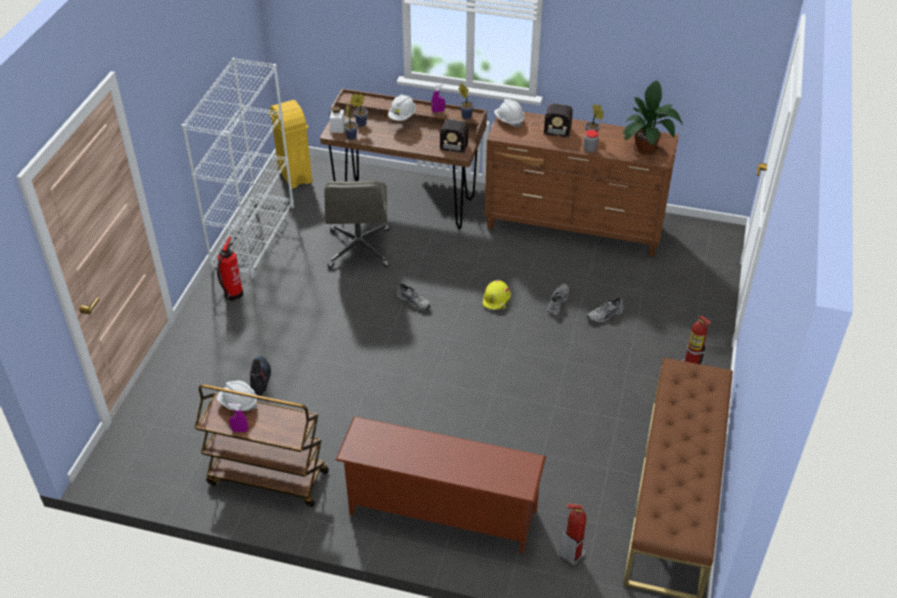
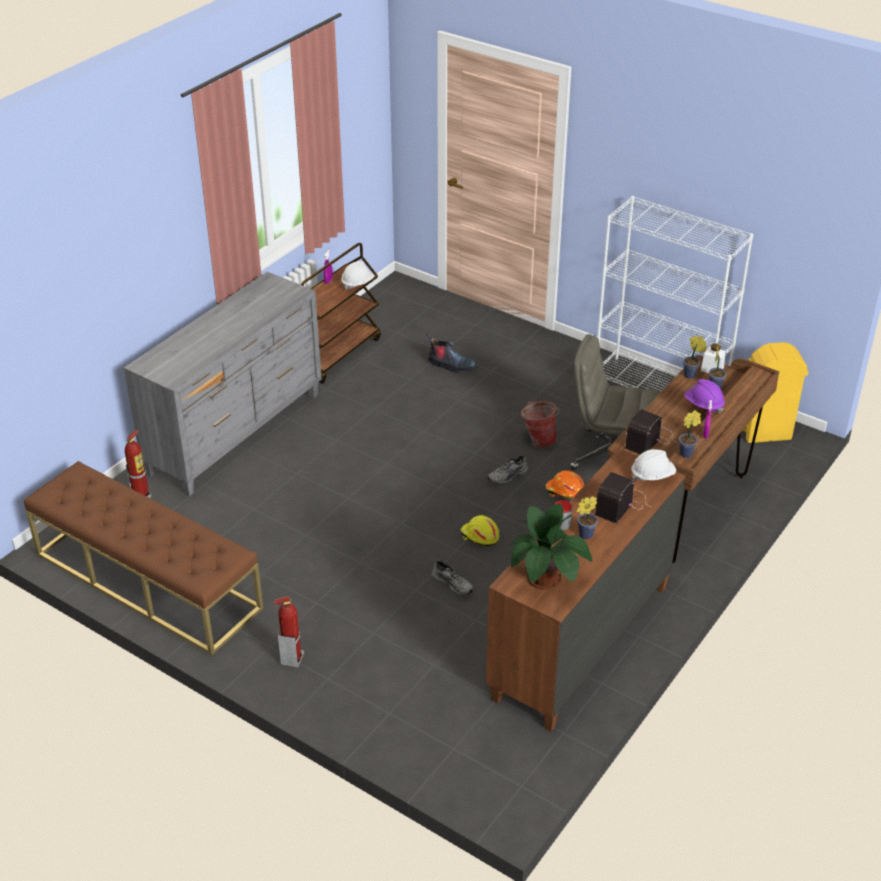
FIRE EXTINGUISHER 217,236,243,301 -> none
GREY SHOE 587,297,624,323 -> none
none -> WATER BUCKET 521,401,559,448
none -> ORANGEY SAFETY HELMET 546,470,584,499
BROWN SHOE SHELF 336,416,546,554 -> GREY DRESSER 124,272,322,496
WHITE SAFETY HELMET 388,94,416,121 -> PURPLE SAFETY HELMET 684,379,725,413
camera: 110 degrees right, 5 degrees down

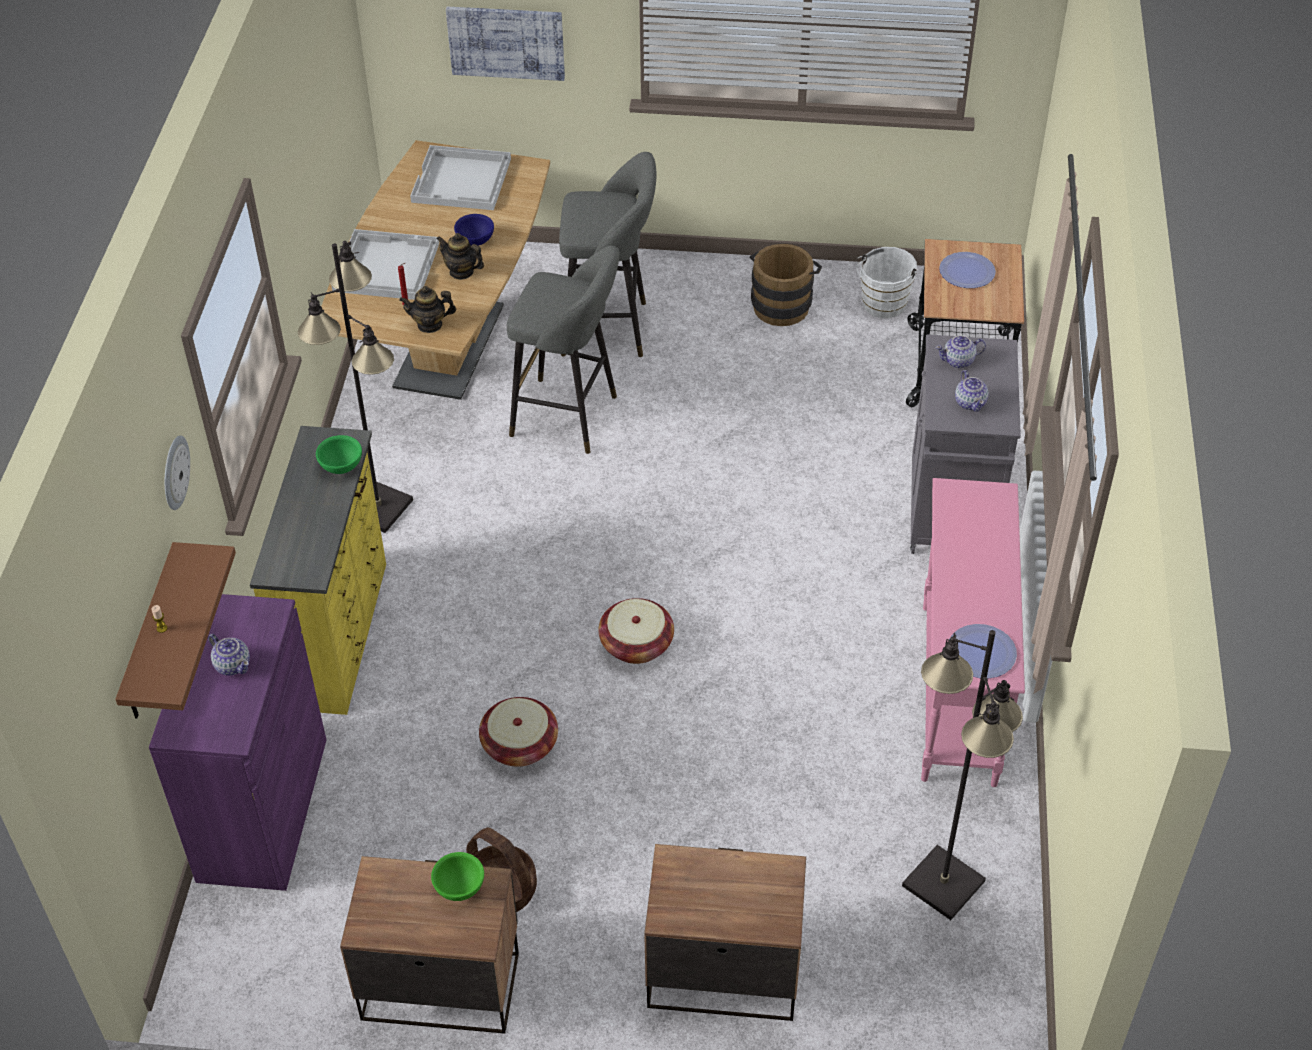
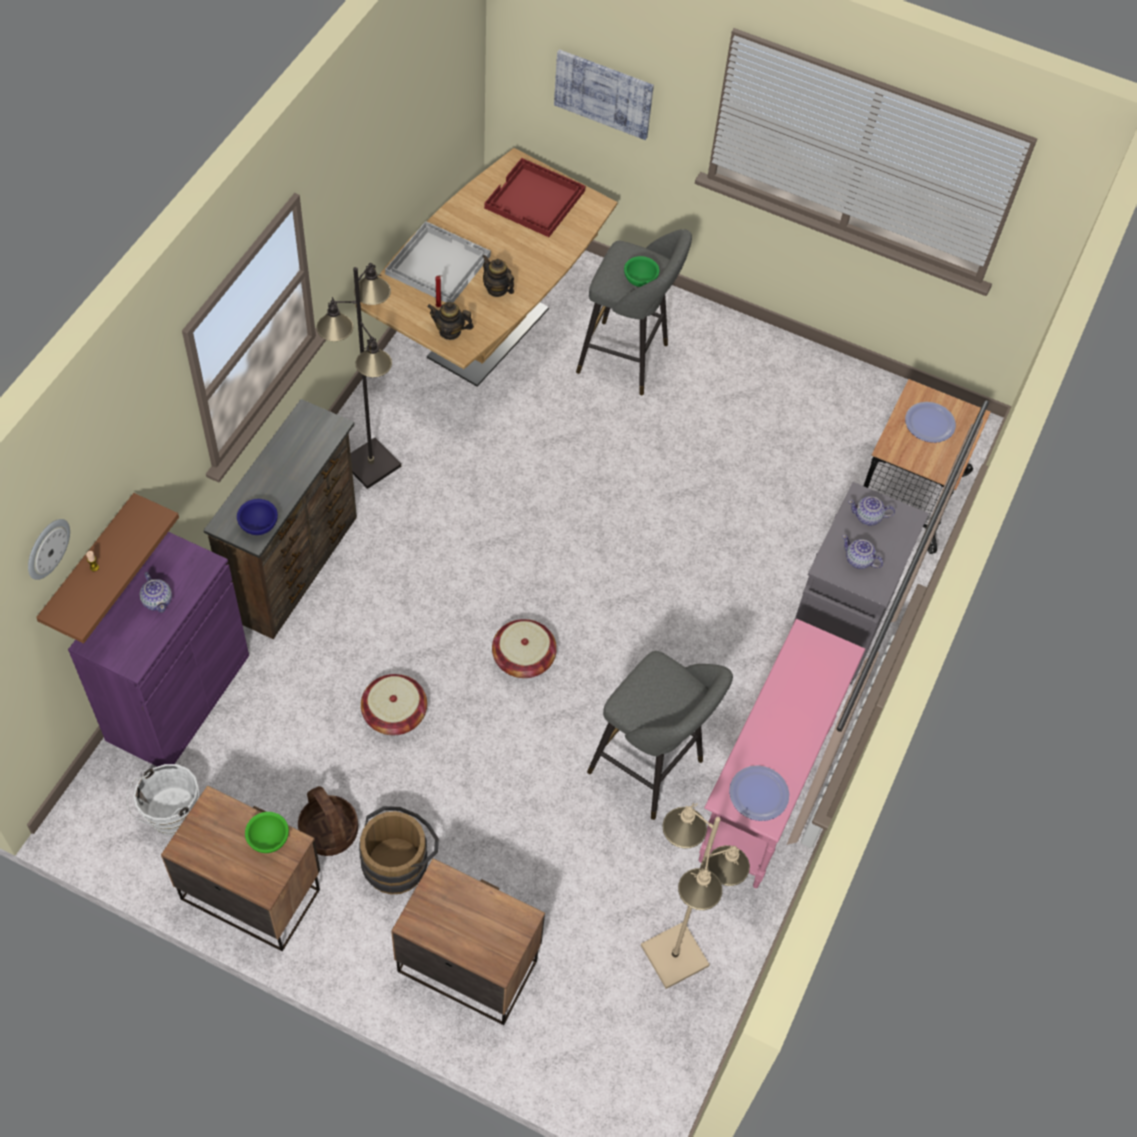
CLOCK ON THE WALL 165,435,190,510 -> CLOCK ON THE WALL 28,519,70,580, moved
GREENISH BOWL 316,435,362,474 -> GREENISH BOWL 624,256,659,287, moved
BLUE-COLOURED BOWL 454,214,494,246 -> BLUE-COLOURED BOWL 237,499,278,535, moved
GREY STOOL 507,245,620,454 -> GREY STOOL 587,651,733,820, moved
BROWN WATER BUCKET 750,244,822,326 -> BROWN WATER BUCKET 359,806,439,894, moved
WHITE WATER BUCKET 856,247,917,318 -> WHITE WATER BUCKET 126,764,199,836, moved
YELLOWISH DRESSER 250,426,386,715 -> BROWN DRESSER 204,399,357,639
WHITE CARRYING TRAY 410,145,511,210 -> RED-COLOURED CARRYING TRAY 484,158,585,237
BLACK STANDING LAMP 902,630,1023,920 -> BEIGE-COLOURED STANDING LAMP 641,803,750,989
POT FOR TEA 955,370,989,412 -> POT FOR TEA 842,535,883,569, 120 degrees clockwise
camera: 15 degrees right, 10 degrees up

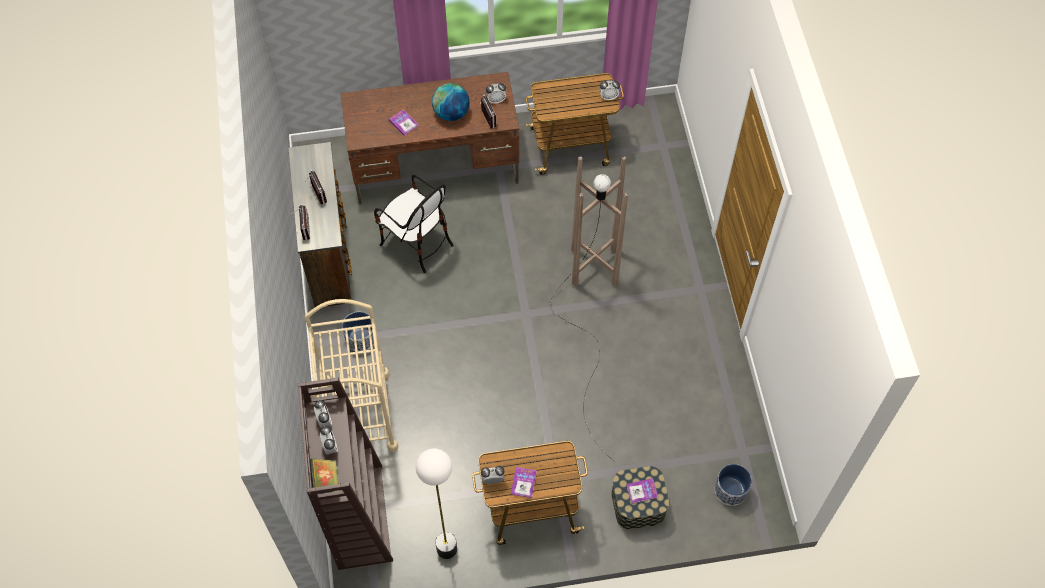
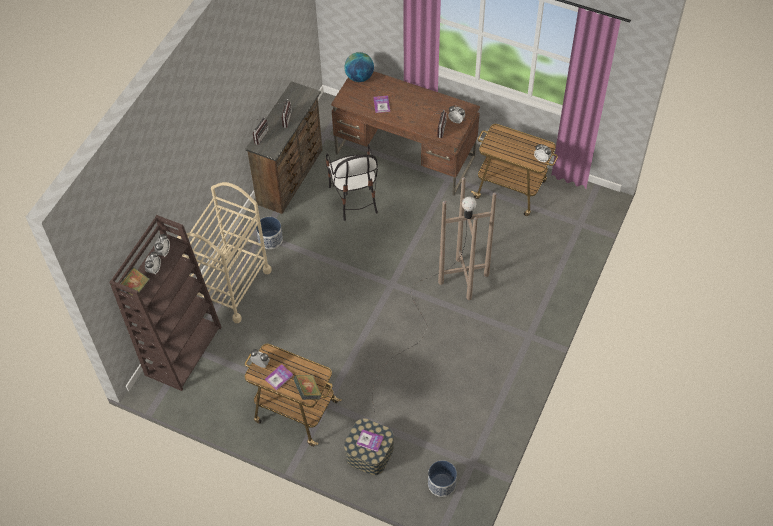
STANDING LAMP 416,448,457,559 -> none
none -> VOLUME 293,375,322,400
WORLD GLOBE 432,83,469,121 -> WORLD GLOBE 344,52,374,82, moved
camera: 35 degrees right, 5 degrees down

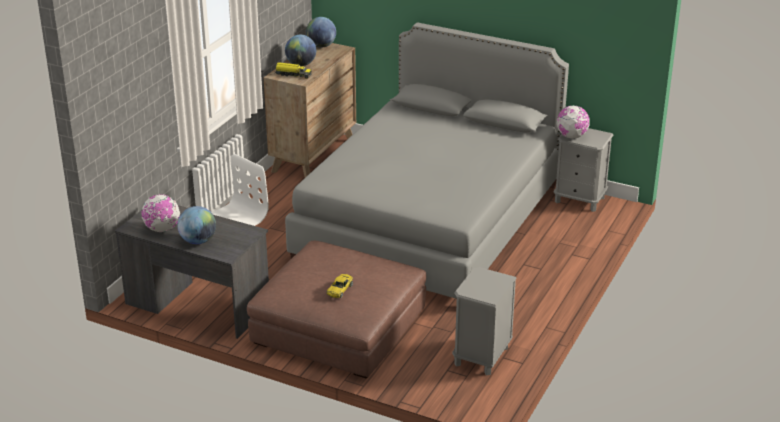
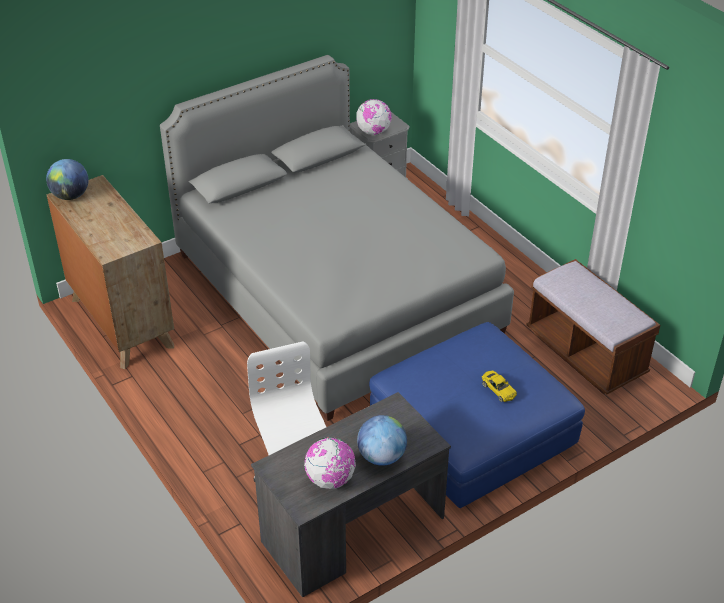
MODEL TRUCK 275,62,312,79 -> none
WORLD GLOBE 285,35,316,66 -> none
GREY NIGHTSTAND 452,267,516,376 -> BROWN LONG SEAT 527,259,660,394
BROWN POUFFE 247,241,426,379 -> BLUE-COLOURED POUFFE 369,322,585,508
camera: 60 degrees left, 10 degrees up

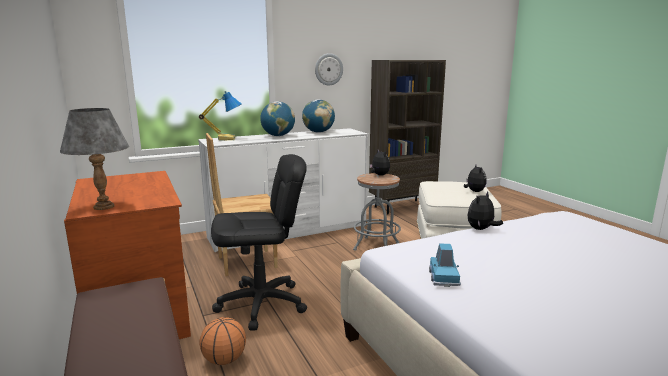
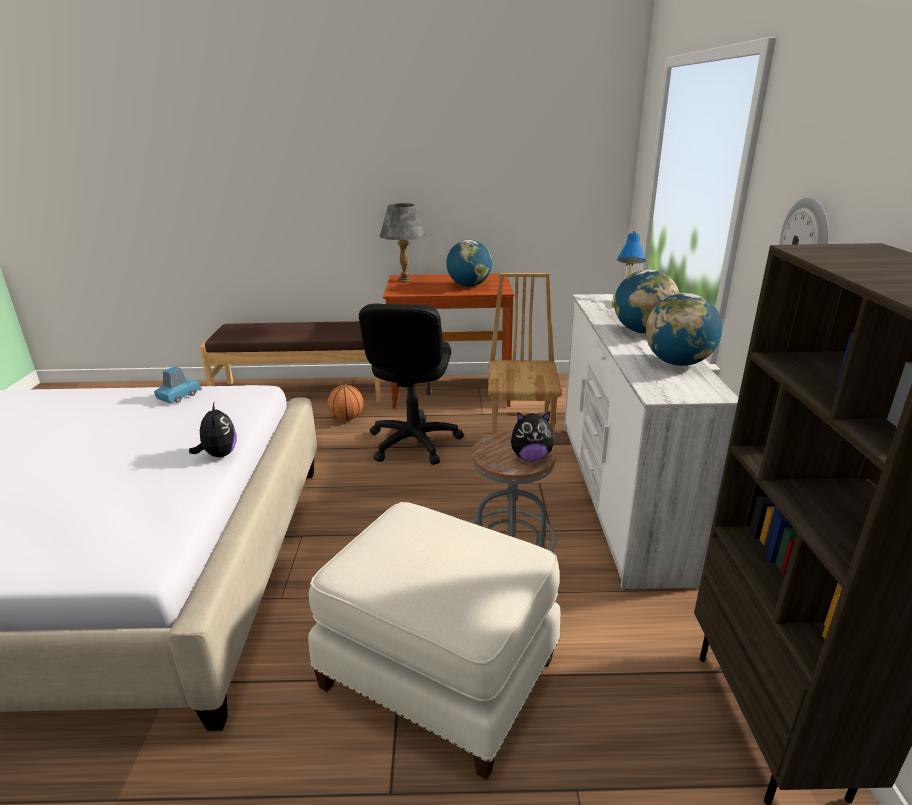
CUDDLY TOY 464,164,487,192 -> none
none -> WORLD GLOBE 446,240,492,287
BLUE-COLOURED MODEL CAR 429,243,461,287 -> BLUE-COLOURED MODEL CAR 154,366,202,403, 90 degrees clockwise
camera: 115 degrees right, 10 degrees up

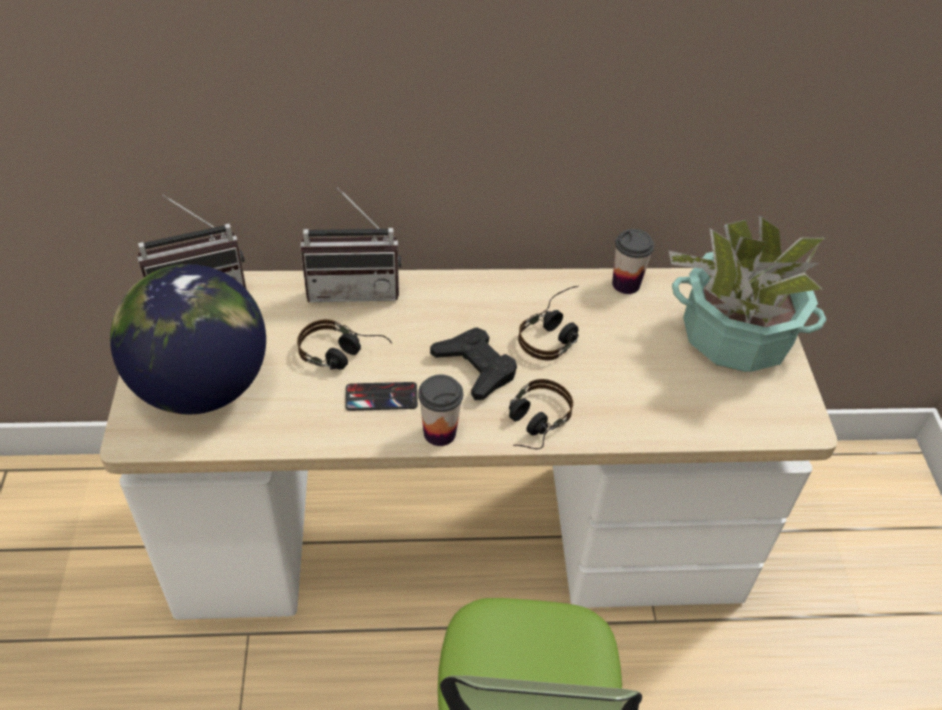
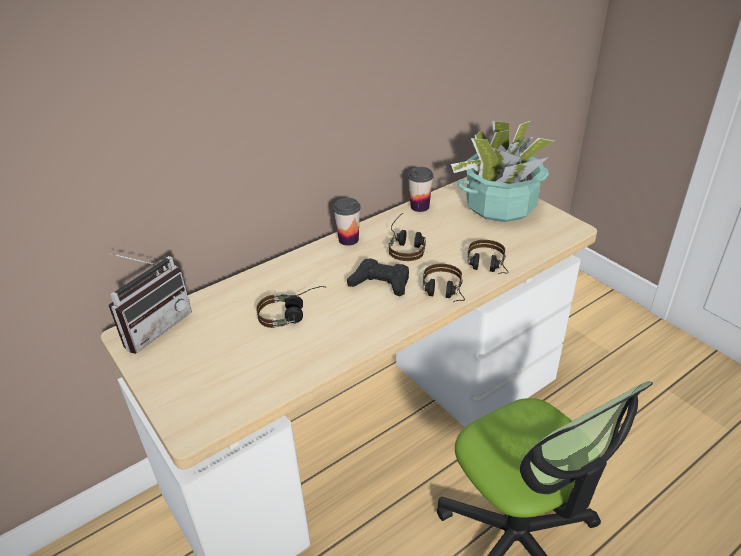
WORLD GLOBE 110,264,266,415 -> none
RADIO RECEIVER 300,188,401,302 -> none
TELEPHONE 345,382,418,411 -> none
none -> HEADPHONES 468,240,509,274
SMALL CUP 418,375,463,446 -> SMALL CUP 333,198,361,246, moved
camera: 30 degrees left, 10 degrees down

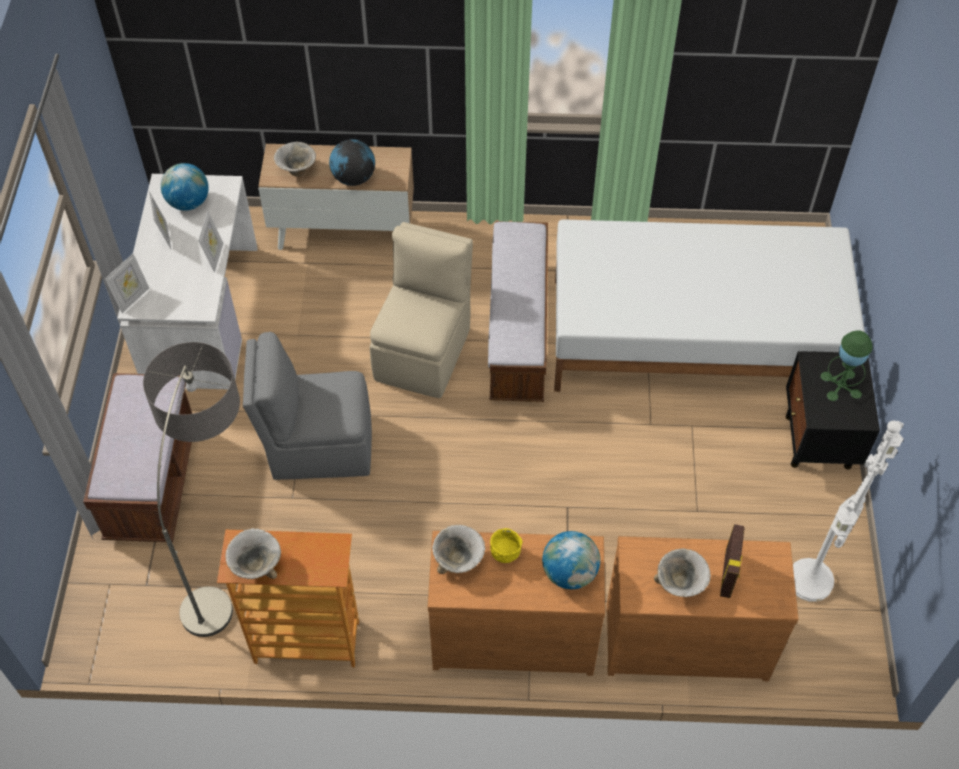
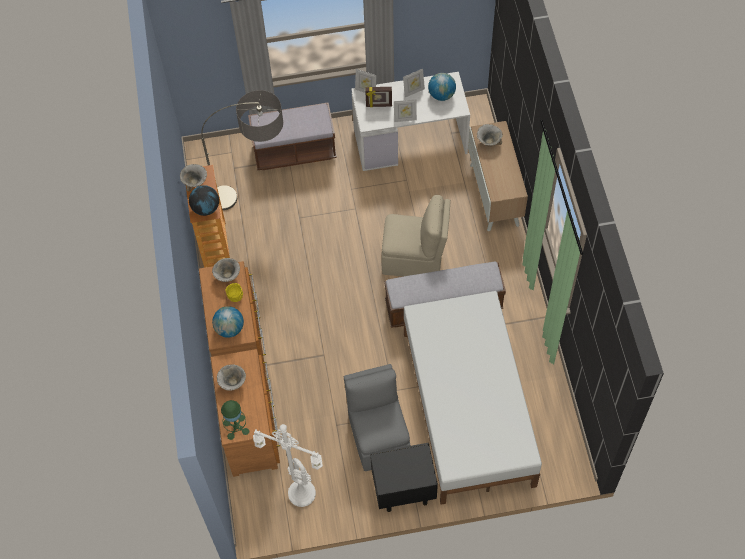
GREY UPRIGHT CHAIR 243,332,372,480 -> GREY UPRIGHT CHAIR 344,364,411,471, moved
WORLD GLOBE 329,139,375,186 -> WORLD GLOBE 189,185,219,216, moved
PICTURE FRAME 720,524,744,598 -> PICTURE FRAME 365,87,392,107, moved
GREENISH TABLETOP LAMP 821,330,873,401 -> GREENISH TABLETOP LAMP 221,400,249,440, moved
camera: 80 degrees right, 5 degrees up

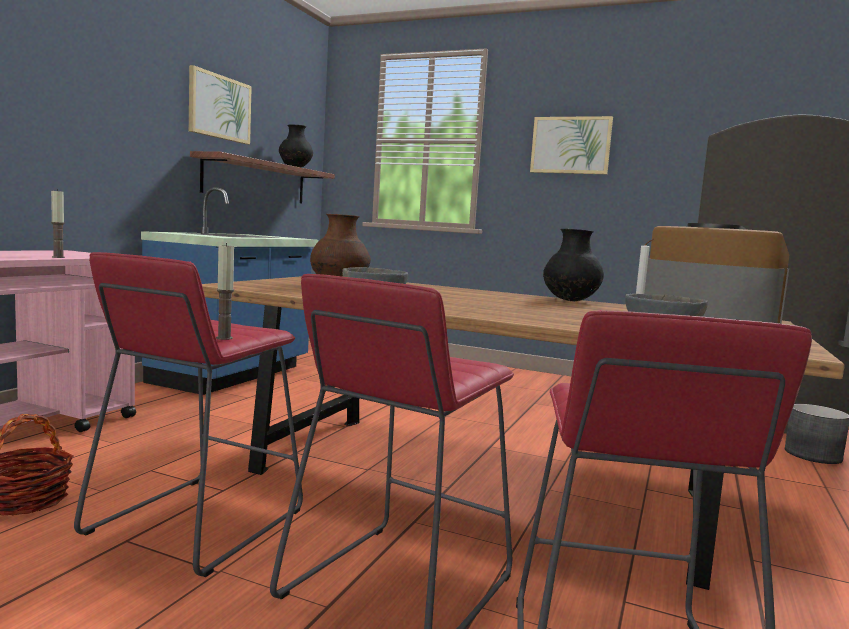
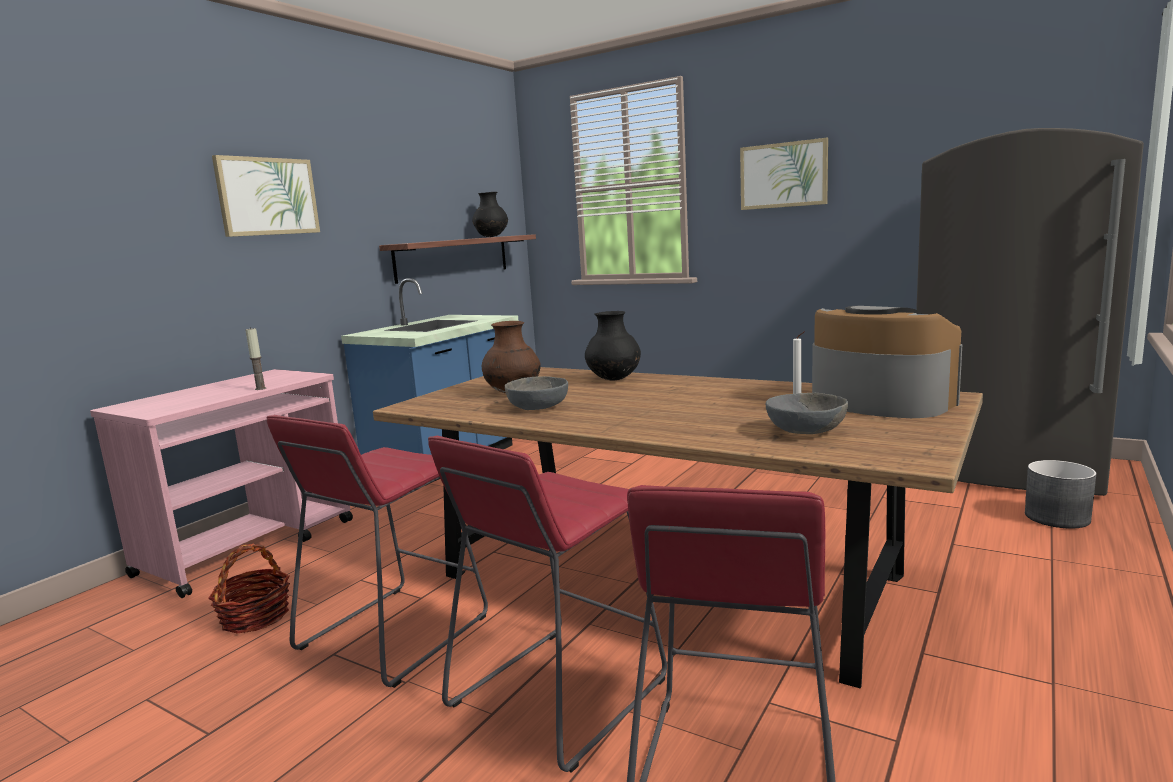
WAX LIGHT 216,243,234,340 -> none
WALL PICTURE 189,65,252,144 -> WALL PICTURE 212,155,320,237, moved
BLACK VASE 543,229,604,301 -> BLACK VASE 585,311,641,381, moved
camera: 10 degrees right, 5 degrees up

